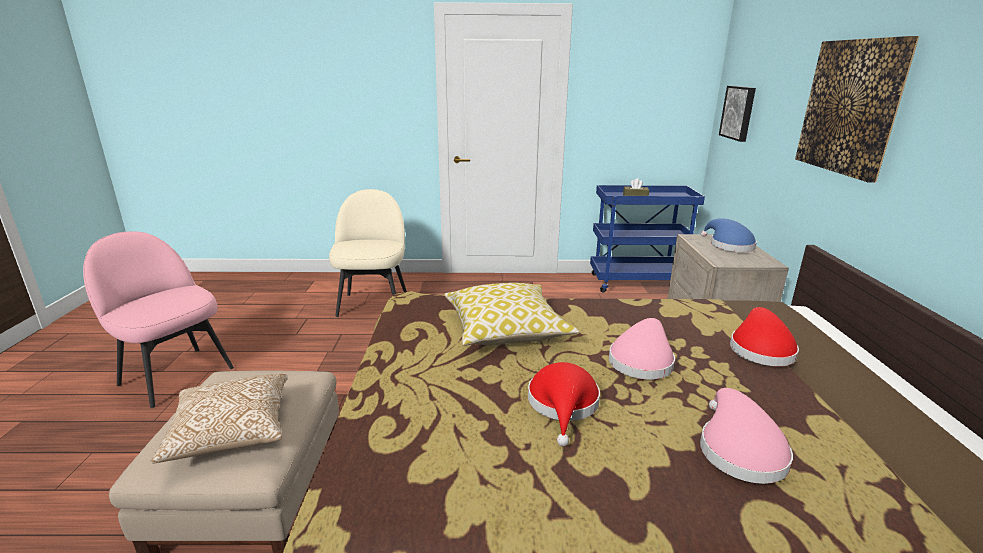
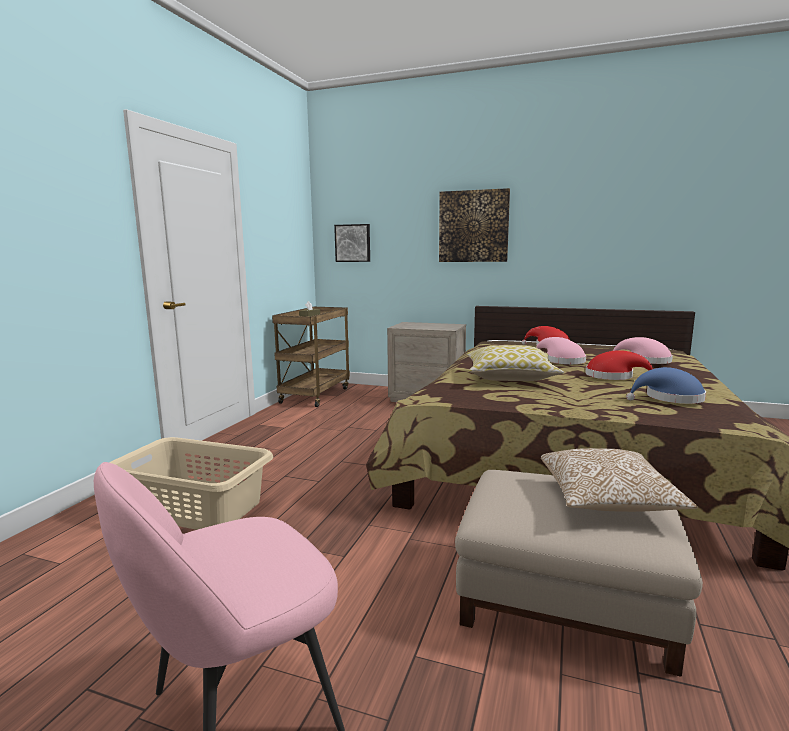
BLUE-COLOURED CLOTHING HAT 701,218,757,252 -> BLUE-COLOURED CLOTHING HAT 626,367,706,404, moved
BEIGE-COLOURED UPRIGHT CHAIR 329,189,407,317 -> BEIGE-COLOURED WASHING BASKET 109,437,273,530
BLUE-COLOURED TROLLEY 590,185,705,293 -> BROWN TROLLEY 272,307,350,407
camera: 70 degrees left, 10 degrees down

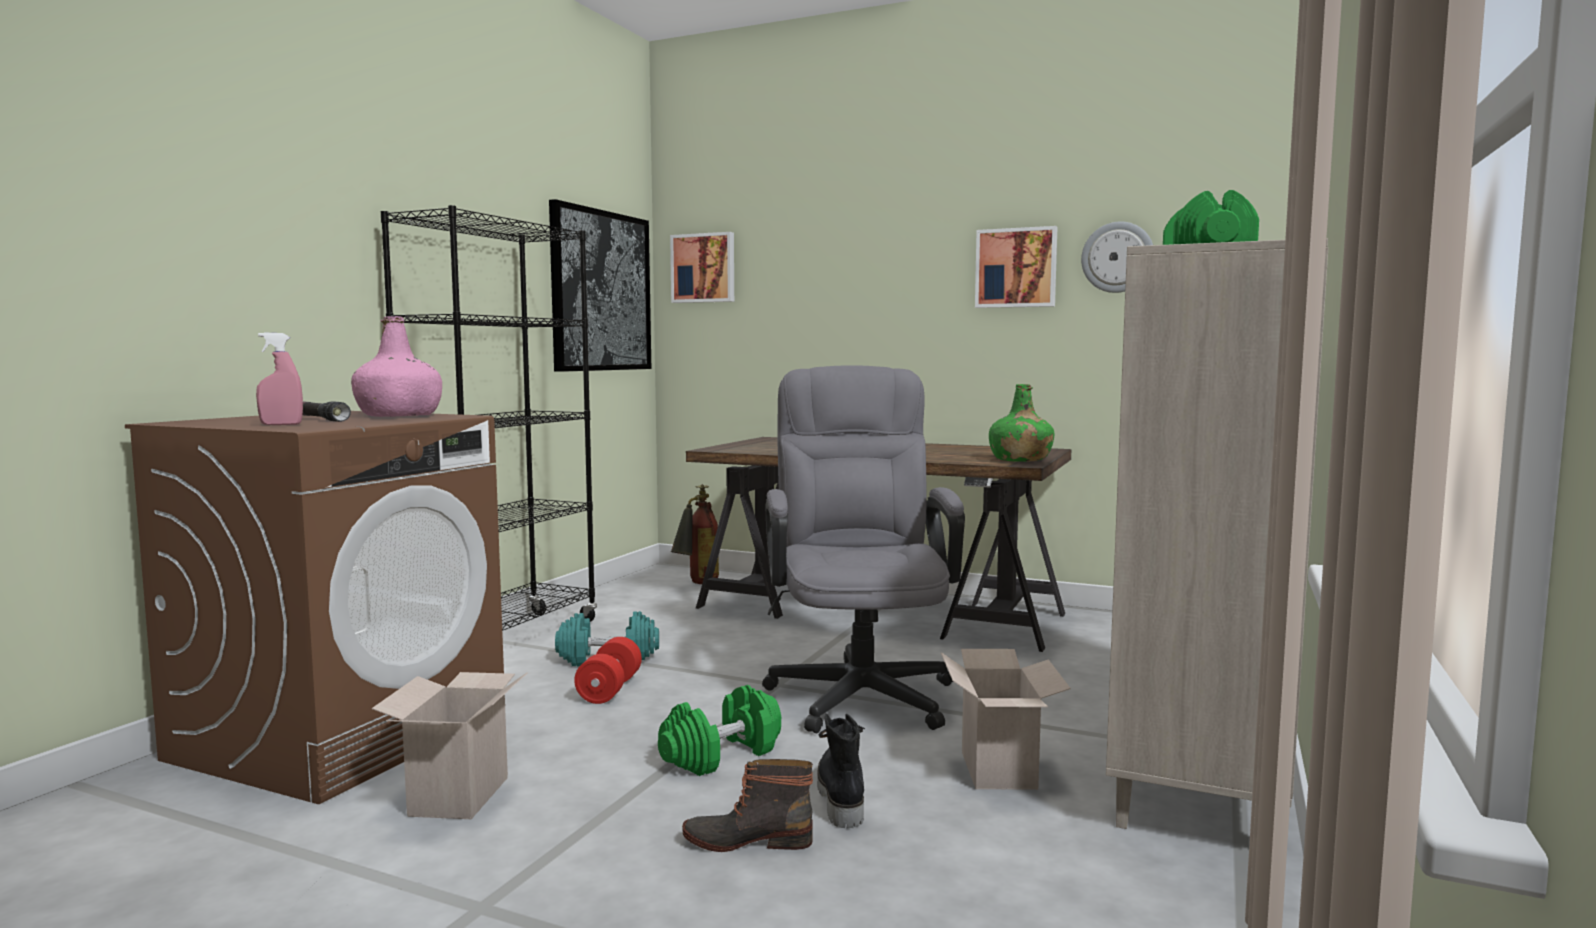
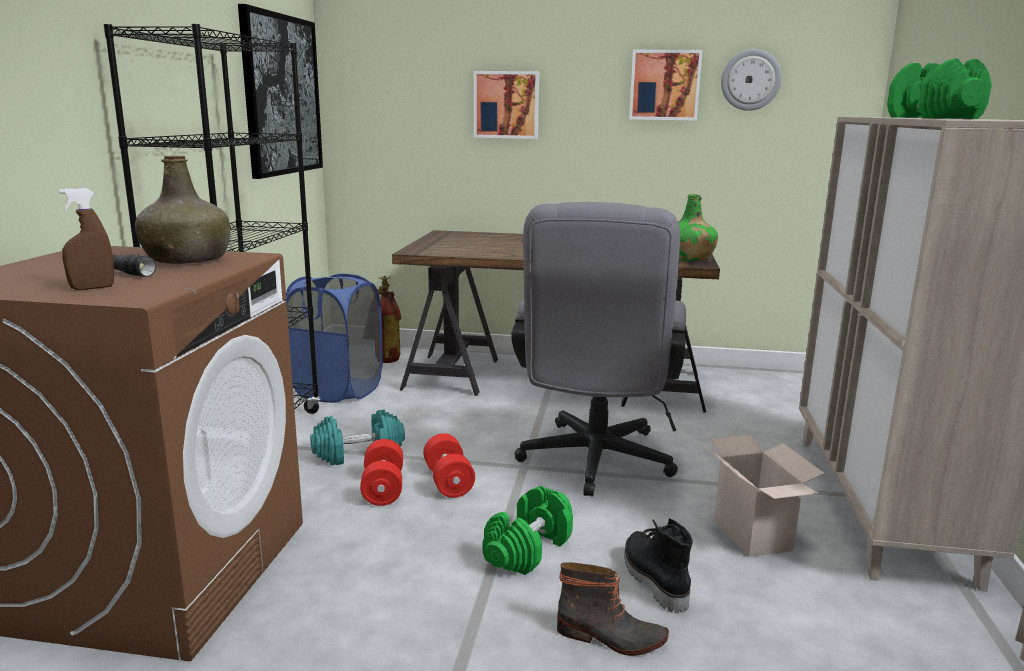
CARDBOARD BOX 372,672,528,819 -> none
none -> BLUE-COLOURED WASHING BASKET 284,274,383,403
none -> RED-COLOURED FREE WEIGHT 423,433,475,498
WALL PICTURE 670,232,734,303 -> WALL PICTURE 474,71,539,139, moved
PINK-COLOURED SPRAY BOTTLE 256,332,303,425 -> BROWN SPRAY BOTTLE 58,188,114,290
PINK-COLOURED BOTTLE 351,316,442,417 -> GREENISH BOTTLE 135,156,230,264
TALL BOOT 682,759,813,852 -> TALL BOOT 557,562,669,656, 150 degrees counterclockwise
GREY COMPUTER CHAIR 762,365,965,734 -> GREY COMPUTER CHAIR 511,202,686,496, 150 degrees counterclockwise
camera: 15 degrees left, 10 degrees up

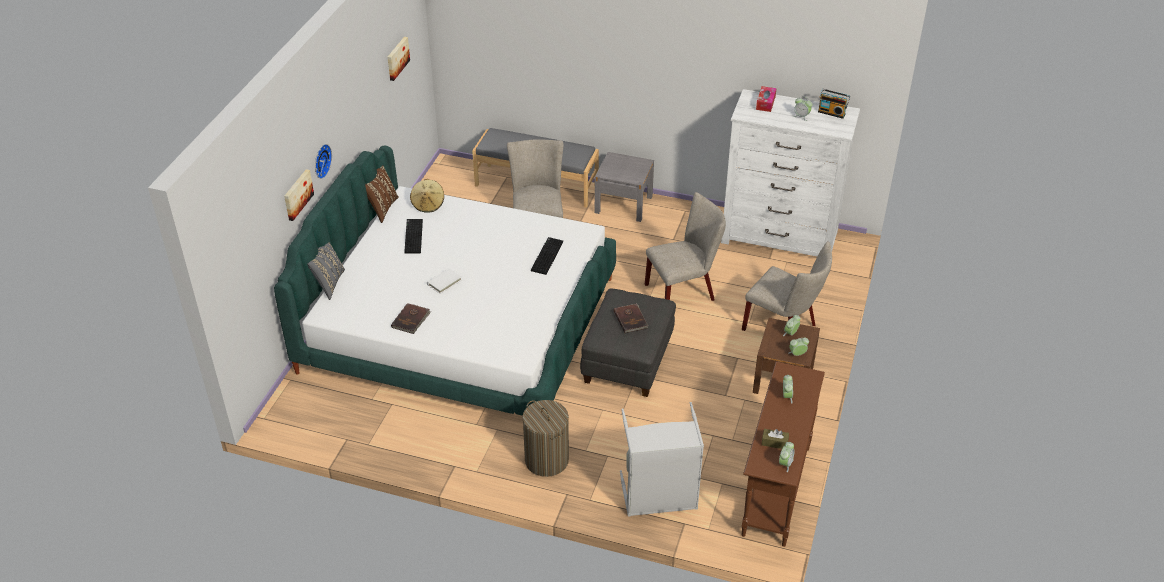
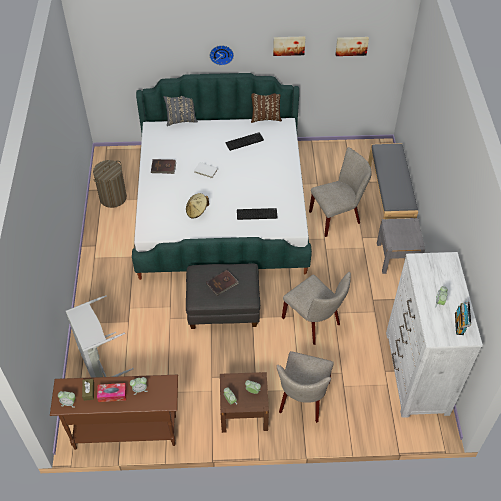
WALL PICTURE 284,169,314,221 -> WALL PICTURE 273,36,305,56, moved
BEIGE-COLOURED CLOTHING HAT 410,179,444,213 -> BEIGE-COLOURED CLOTHING HAT 186,193,209,219, moved
WASHING BASKET 522,400,569,477 -> WASHING BASKET 93,160,127,208, moved
BOX OF TISSUES 756,86,777,112 -> BOX OF TISSUES 97,383,127,402, moved
camera: 70 degrees right, 10 degrees up

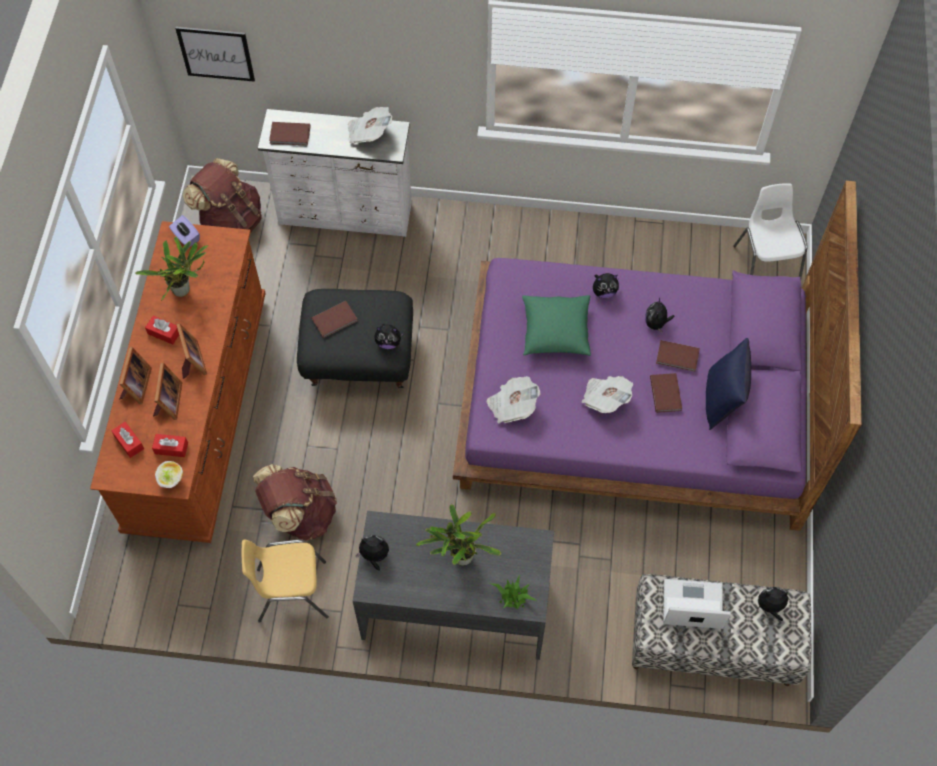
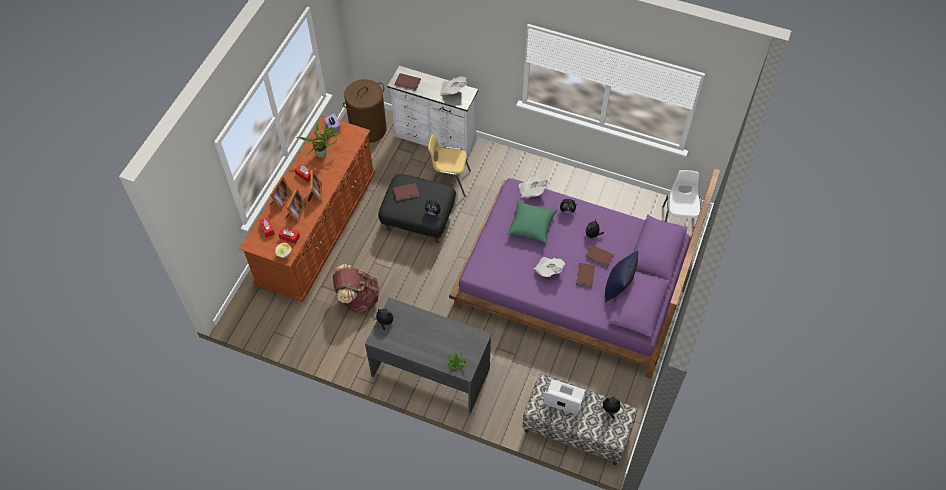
WALL PICTURE 175,27,255,82 -> none
POTTED PLANT 416,504,501,566 -> none
YELLOWISH UPRIGHT CHAIR 242,540,329,623 -> YELLOWISH UPRIGHT CHAIR 428,135,471,197, moved
PRINTED PAPER 487,376,540,423 -> PRINTED PAPER 518,175,548,198, moved
BROWN BACKPACK 183,158,262,233 -> BROWN WASHING BASKET 343,79,387,143
camera: 15 degrees right, 5 degrees down

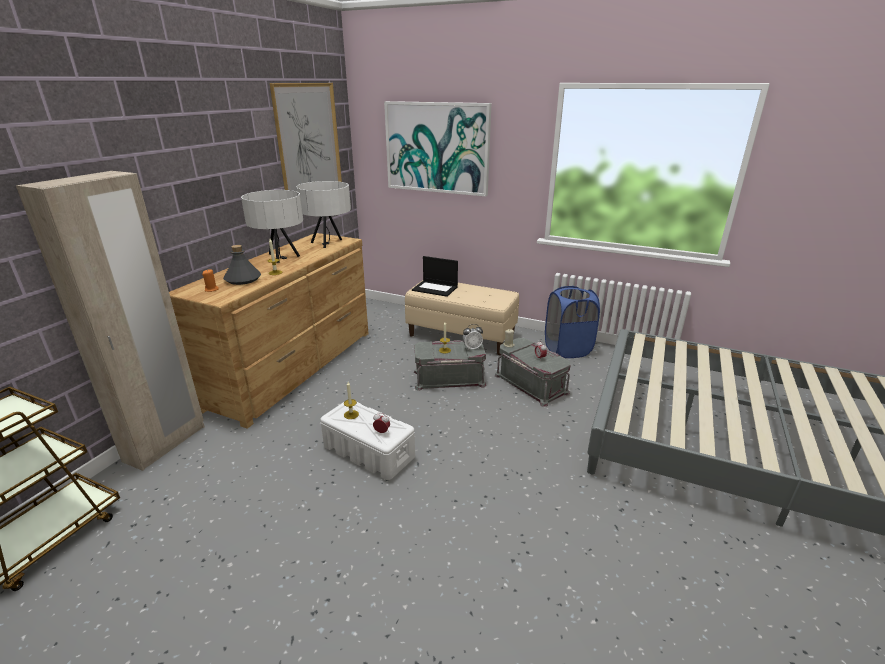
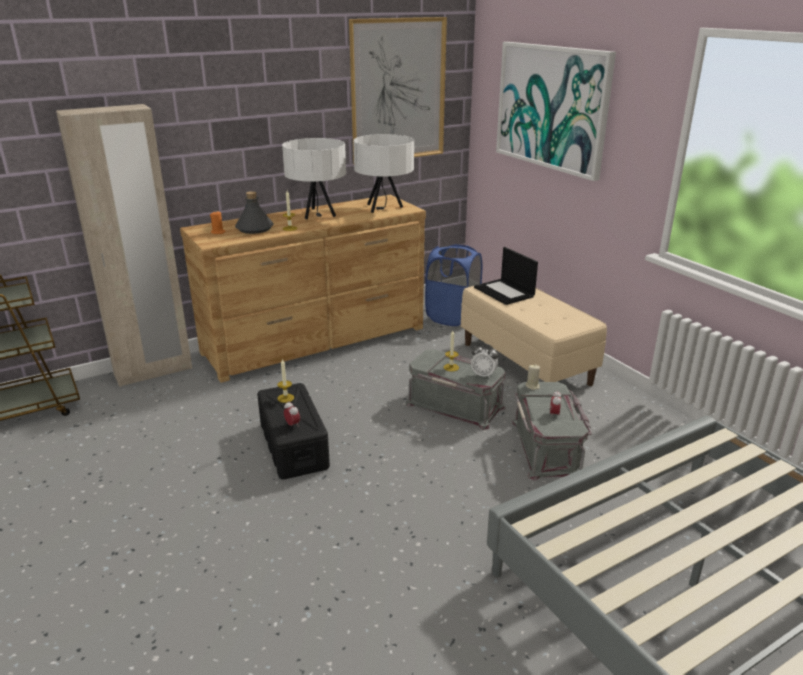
BLUE-COLOURED WASHING BASKET 545,286,600,358 -> BLUE-COLOURED WASHING BASKET 425,244,482,326, moved
WHITE STORAGE CONTAINER 320,401,415,480 -> BLACK STORAGE CONTAINER 257,383,330,479
camera: 35 degrees right, 0 degrees up

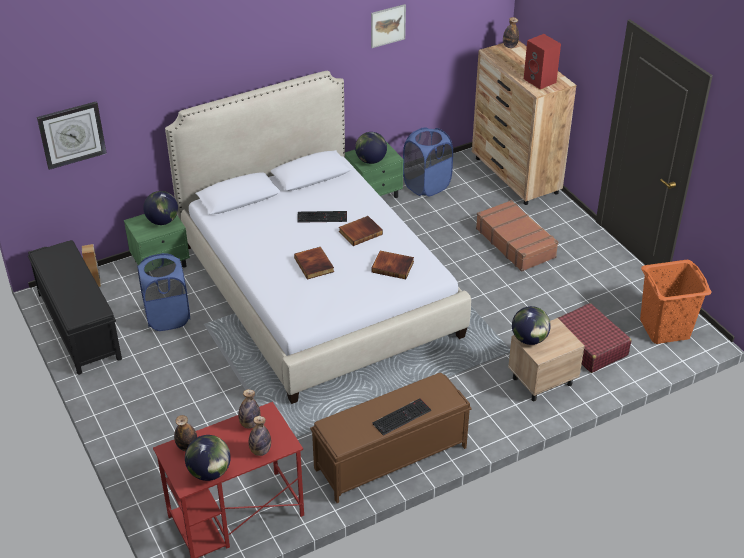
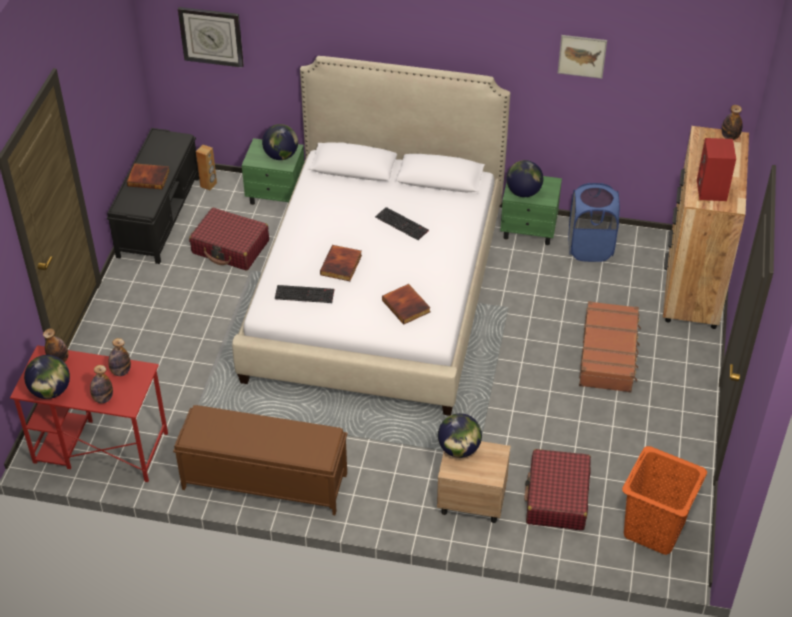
VOLUME 339,216,383,246 -> VOLUME 127,163,170,190, moved
KEYBOARD 372,398,431,436 -> KEYBOARD 275,285,334,303, moved
BLUE-COLOURED WASHING BASKET 137,253,190,331 -> RED-COLOURED PIECE OF LUGGAGE 189,208,269,270
camera: 40 degrees right, 5 degrees up

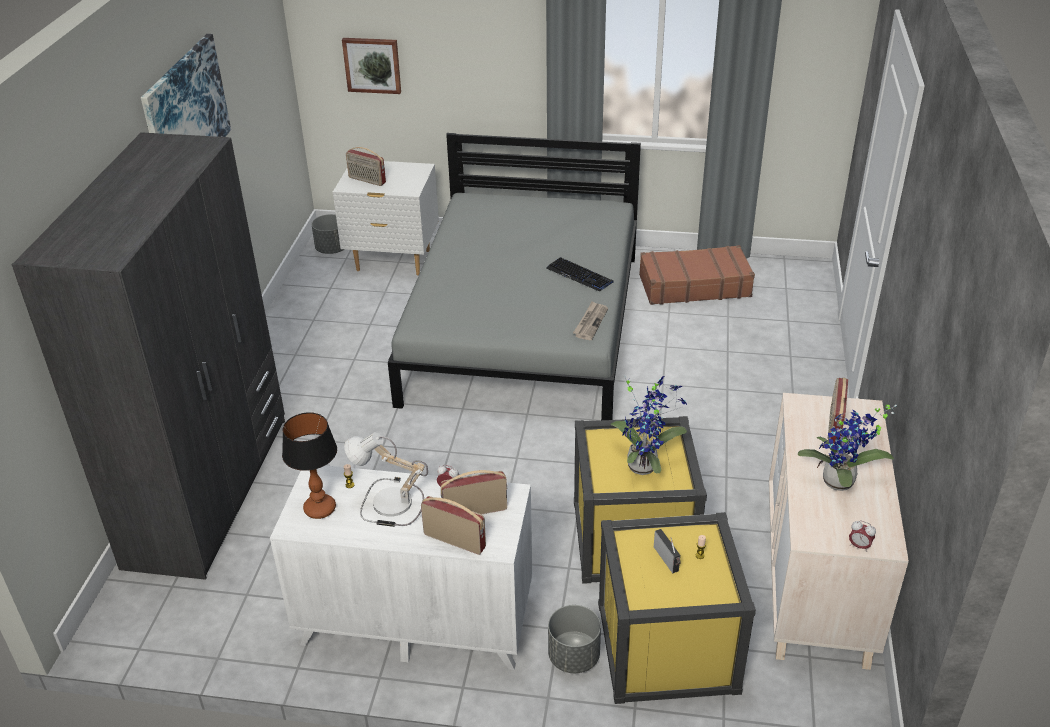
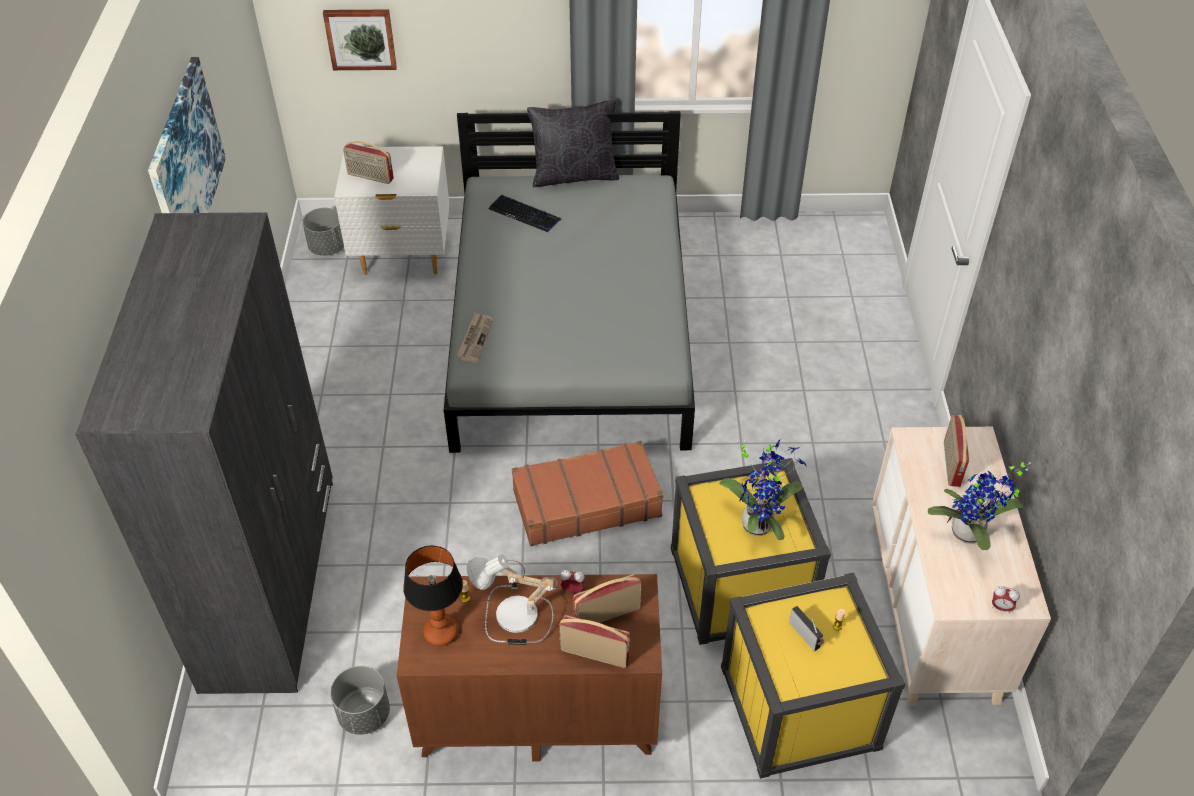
none -> BLACK CUSHION 527,100,619,187
KEYBOARD 546,257,613,292 -> KEYBOARD 488,195,561,232, moved
GREY FLOWER POT 548,605,601,673 -> GREY FLOWER POT 330,666,390,735, moved
PRINTED PAPER 573,301,608,340 -> PRINTED PAPER 457,312,493,363, moved
BROWN PIECE OF LUGGAGE 639,245,755,305 -> BROWN PIECE OF LUGGAGE 512,441,663,546, moved
WHITE DRESSER 270,465,532,670 -> BROWN DRESSER 397,574,662,761
camera: 10 degrees left, 10 degrees up

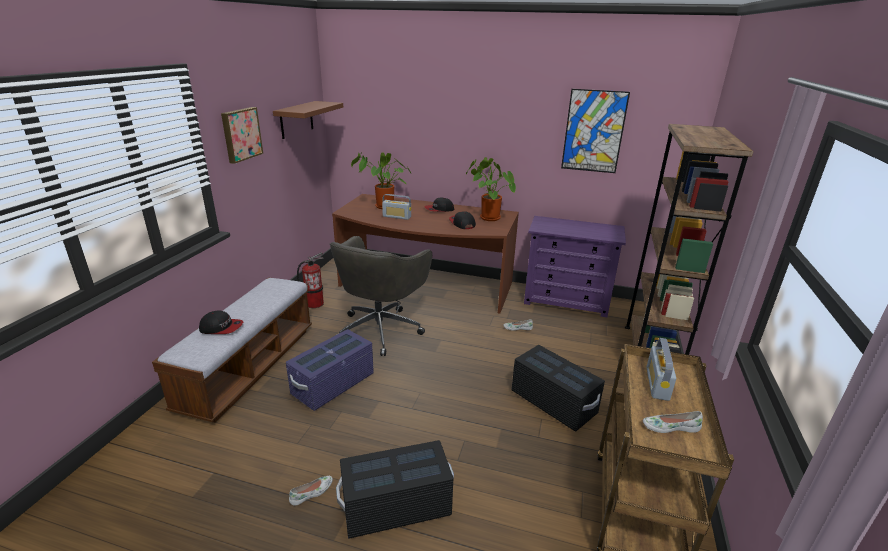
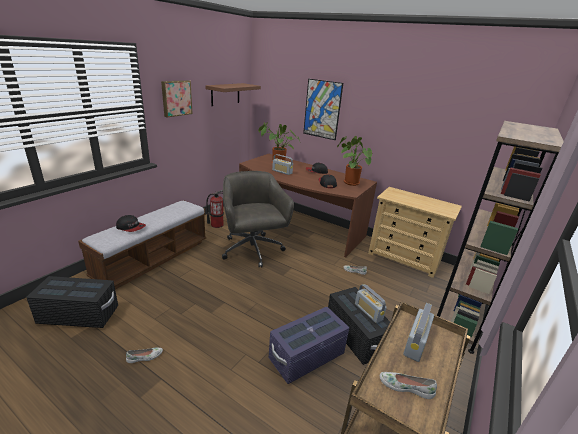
none -> RADIO RECEIVER 355,284,387,323
PURPLE STORAGE CONTAINER 286,329,374,411 -> PURPLE STORAGE CONTAINER 269,307,349,384, moved
BLACK STORAGE CONTAINER 336,440,454,539 -> BLACK STORAGE CONTAINER 26,276,118,328, moved
WALL PICTURE 561,89,630,173 -> WALL PICTURE 303,79,343,140, moved
PURPLE DRESSER 524,216,626,317 -> BEIGE-COLOURED DRESSER 368,187,462,278
GREY COMPUTER CHAIR 330,236,432,356 -> GREY COMPUTER CHAIR 222,171,294,268, 120 degrees clockwise
camera: 15 degrees right, 0 degrees up

